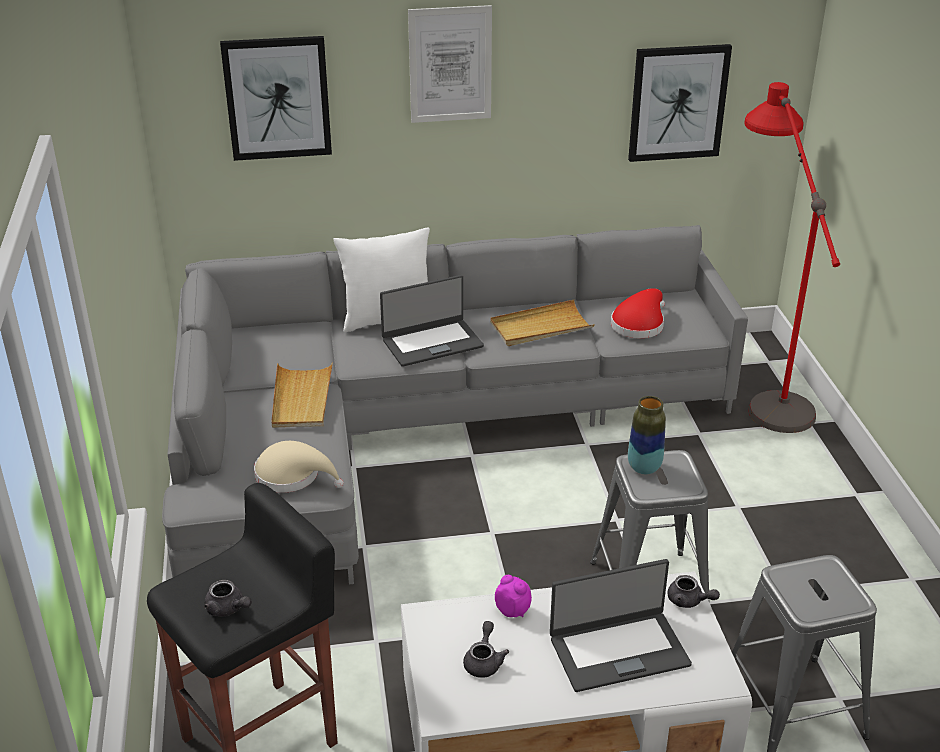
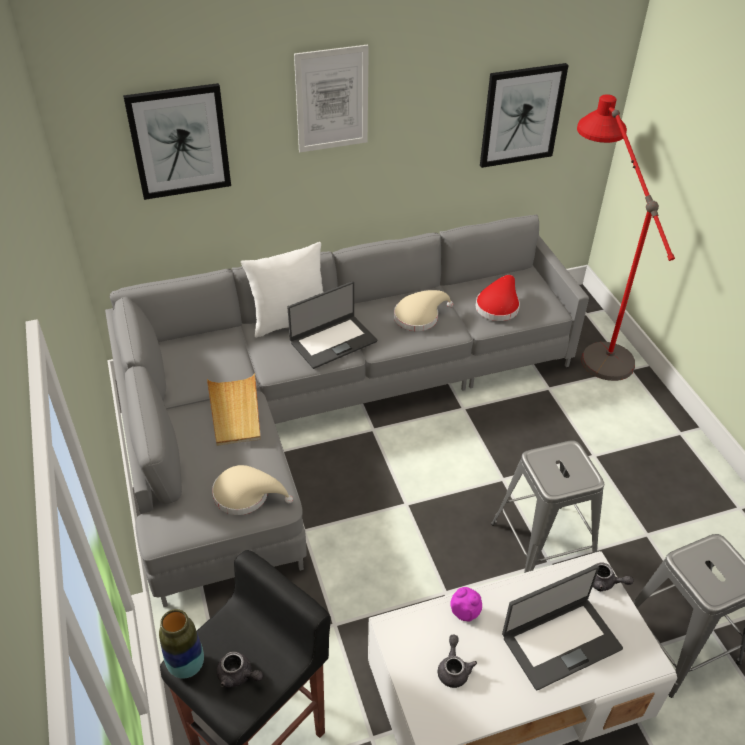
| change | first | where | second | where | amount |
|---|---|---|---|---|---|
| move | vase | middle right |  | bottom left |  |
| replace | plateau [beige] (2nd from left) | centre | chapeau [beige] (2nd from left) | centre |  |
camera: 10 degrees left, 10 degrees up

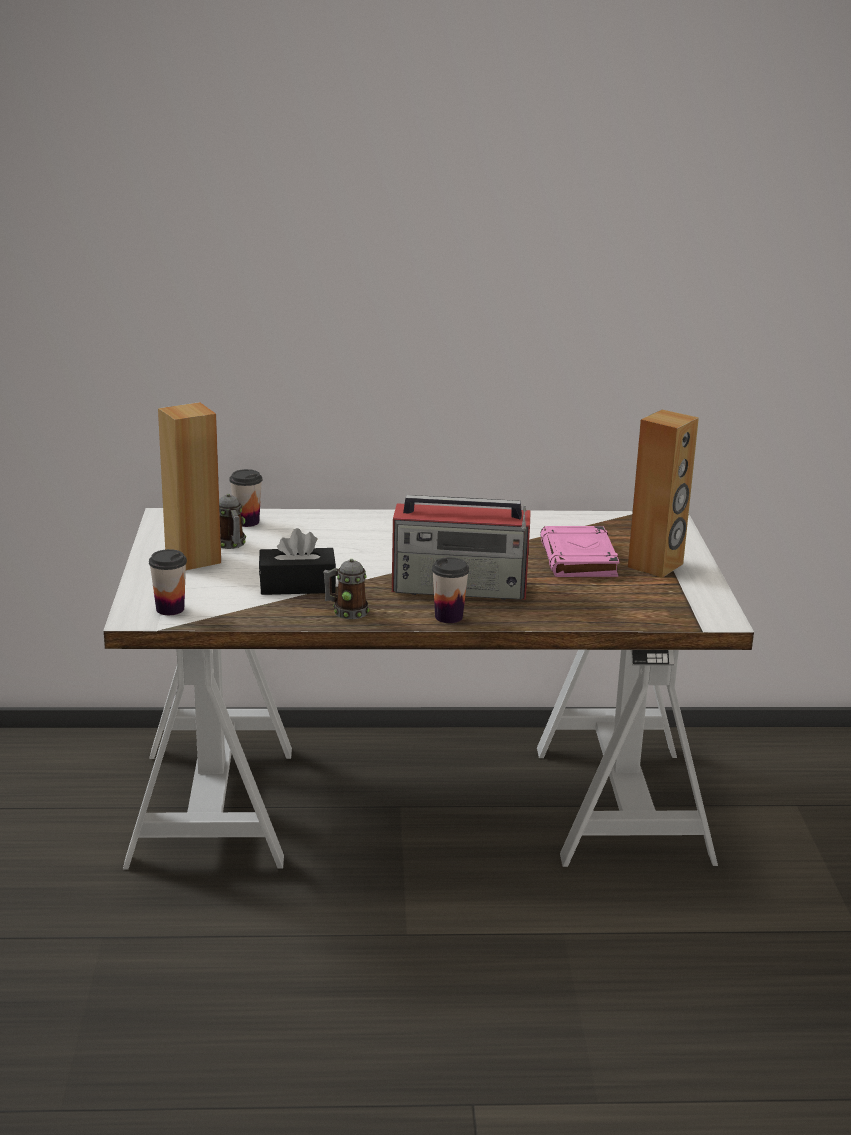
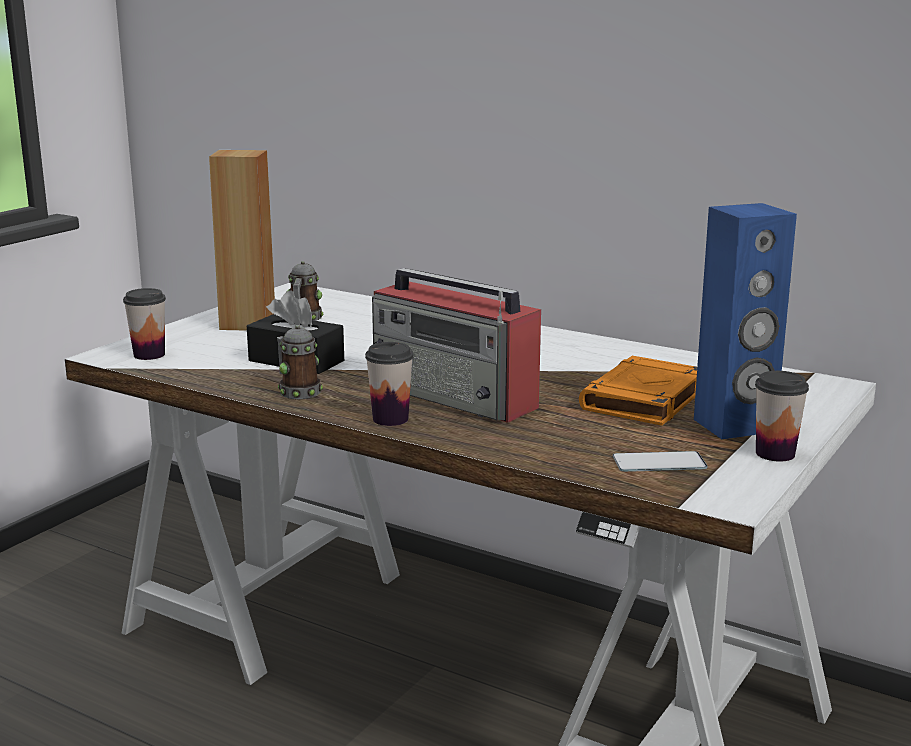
| change | first | where | second | where | amount |
|---|---|---|---|---|---|
| insert |  |  | téléphone | middle right |  |
| move | tasse (2nd from left in the first image) | middle left | tasse (3rd from left) | middle right |  |
| recolor | livre [rose] | middle right | livre [orange] | middle right |  |
| recolor | enceinte [marron] (2nd from left) | middle right | enceinte [bleu] | middle right |  |
camera: 35 degrees right, 5 degrees down

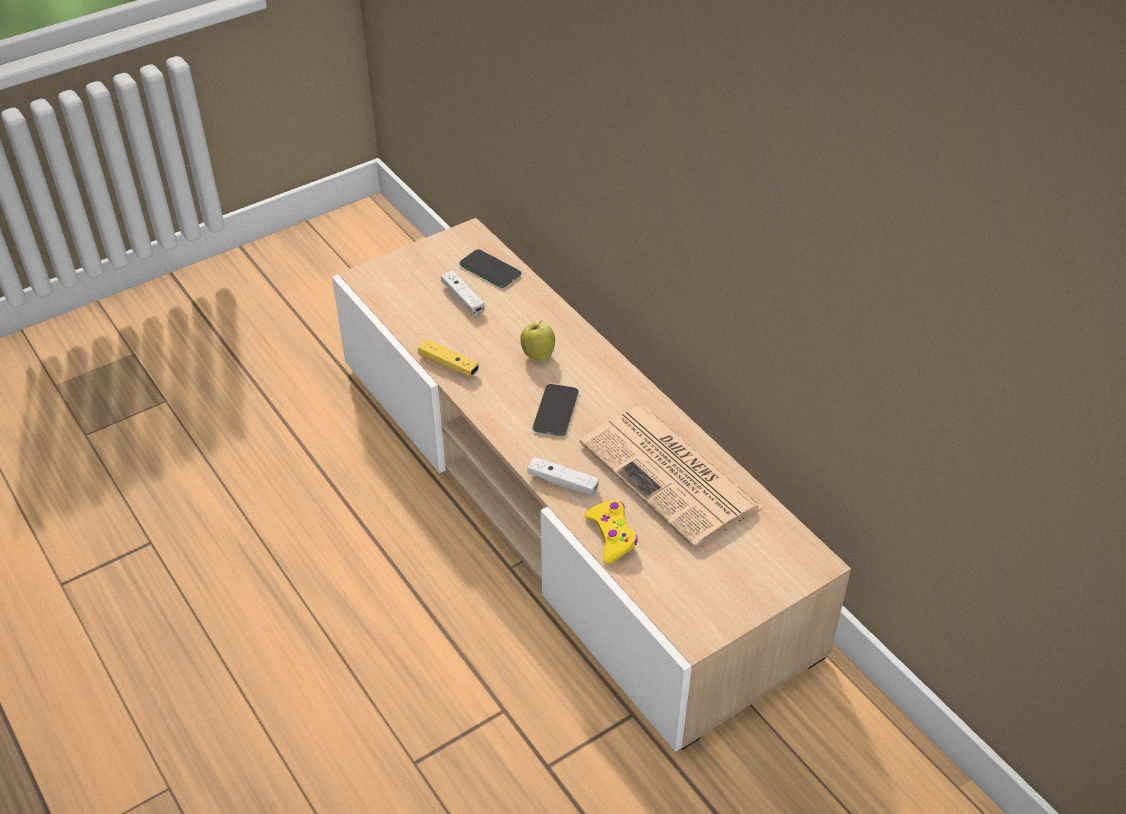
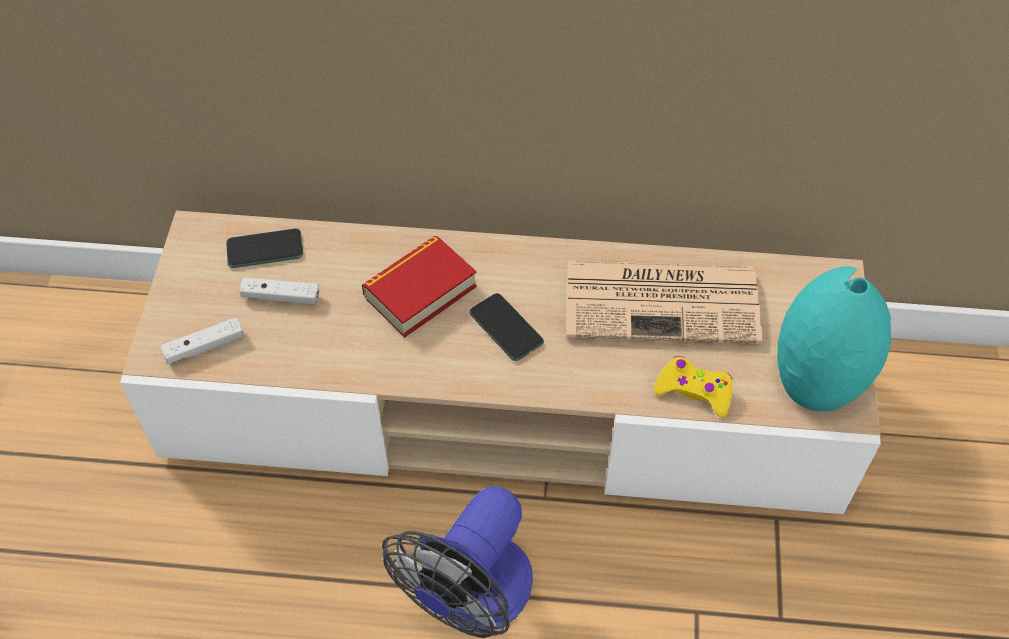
| change | first | where | second | where | amount |
|---|---|---|---|---|---|
| delete | manette [jaune] (1st from left) | centre |  |  |  |
| insert |  |  | ventilateur | bottom centre |  |
| insert |  |  | vase [turquoise] | middle right |  |
| move | manette [blanc] (2nd from left in the first image) | centre | manette [blanc] (1st from left) | middle left |  |
| replace | pomme | centre | livre | centre |  |
camera: 50 degrees left, 10 degrees up

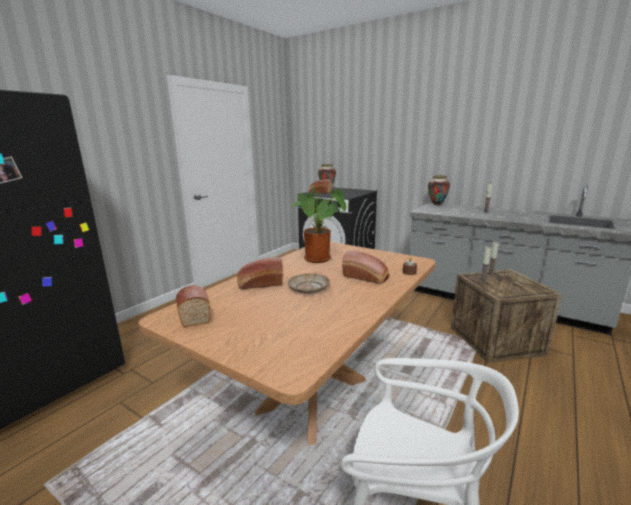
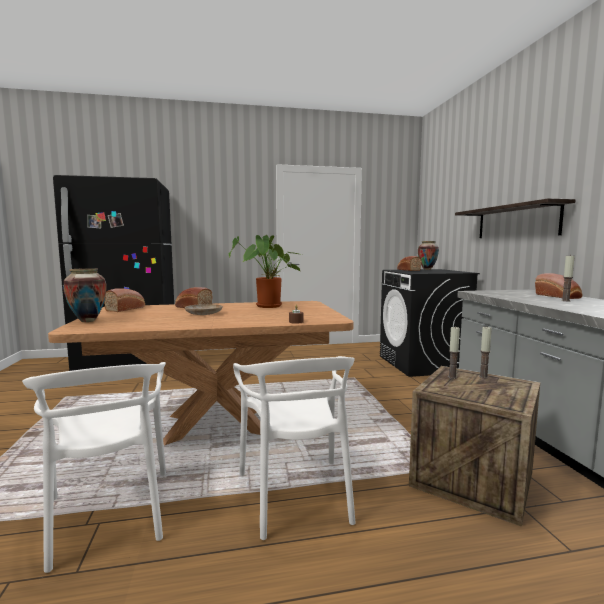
| change | first | where | second | where | amount |
|---|---|---|---|---|---|
| insert |  |  | chaise [blanc] (2nd from left) | bottom centre |  |
| insert |  |  | étagère | middle right |  |
| move | pain (4th from left) | centre |  | middle right |  |
| move | vase (2nd from left in the first image) | middle right | vase (1st from left) | middle left |  |
camera: 45 degrees right, 10 degrees down

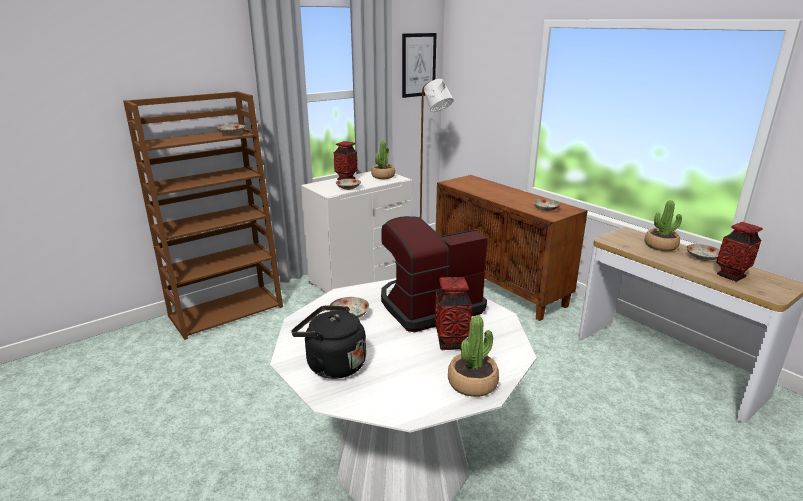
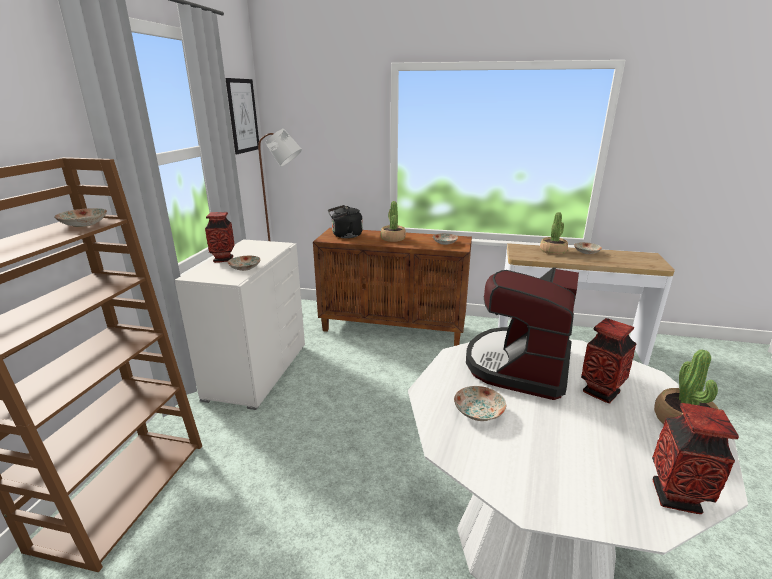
| change | first | where | second | where | amount |
|---|---|---|---|---|---|
| move | bouilloire [noir] | bottom centre |  | centre |  |
| move | plante en pot (1st from left) | top centre |  | centre |  |
| move | vase (3rd from left) | middle right |  | bottom right |  |
camera: 40 degrees left, 0 degrees up

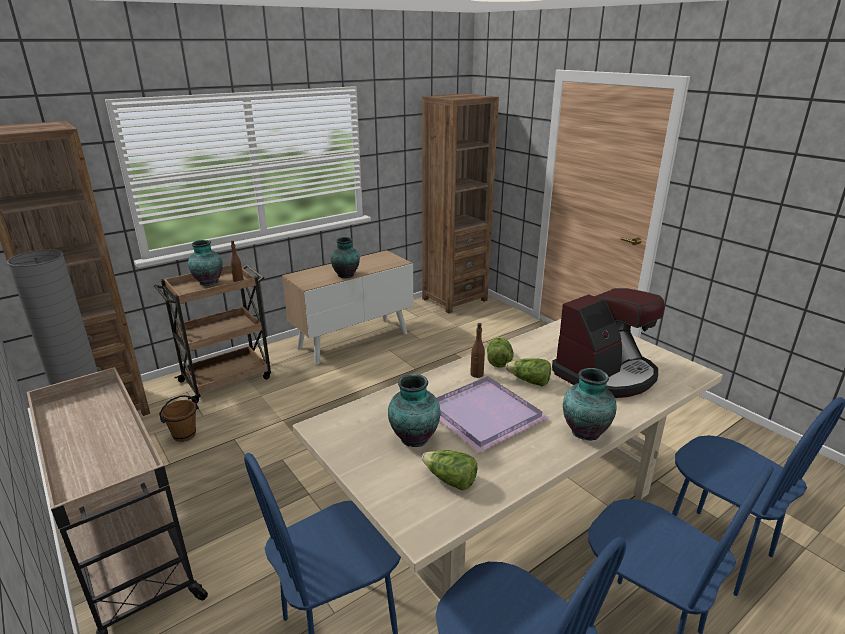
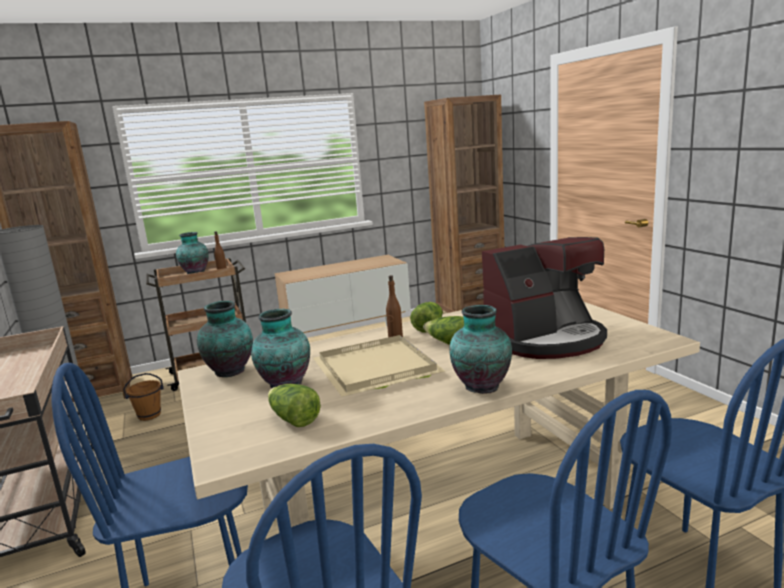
| change | first | where | second | where | amount |
|---|---|---|---|---|---|
| move | vase (2nd from left) | centre |  | middle left |  |
| recolor | plateau [violet] | centre | plateau [beige] | centre |  |
camera: 15 degrees right, 10 degrees down

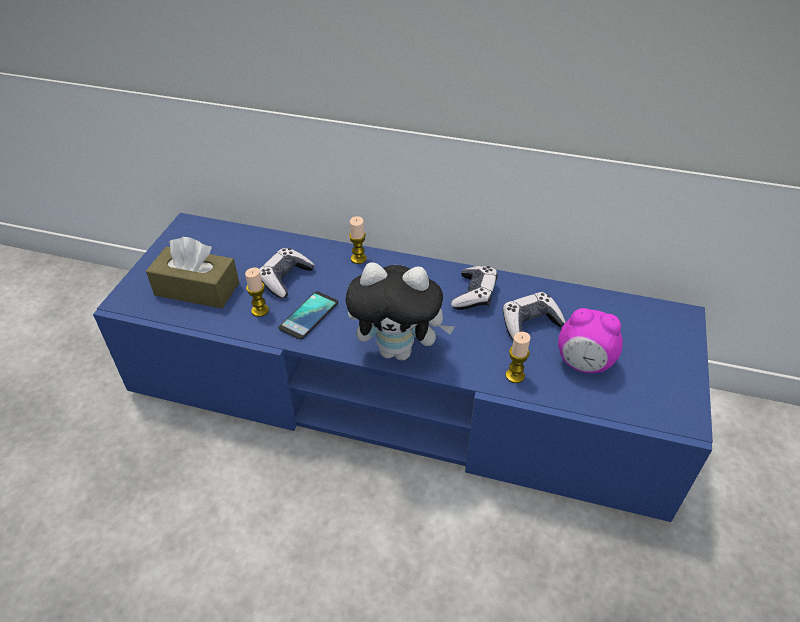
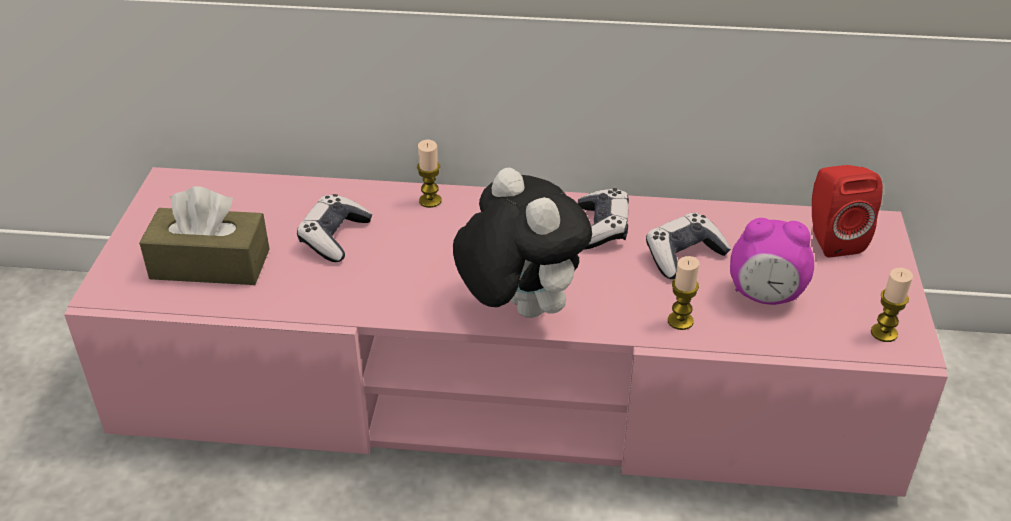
| change | first | where | second | where | amount |
|---|---|---|---|---|---|
| delete | téléphone | centre |  |  |  |
| insert |  |  | enceinte [rouge] | middle right |  |
| move | bougie (1st from left in the first image) | middle left | bougie (3rd from left) | middle right |  |
| recolor | meuble télé [bleu] | centre | meuble télé [rose] | centre |  |
| rotate | peluche | centre |  | centre | 120 degrees counterclockwise |
camera: 10 degrees left, 5 degrees down

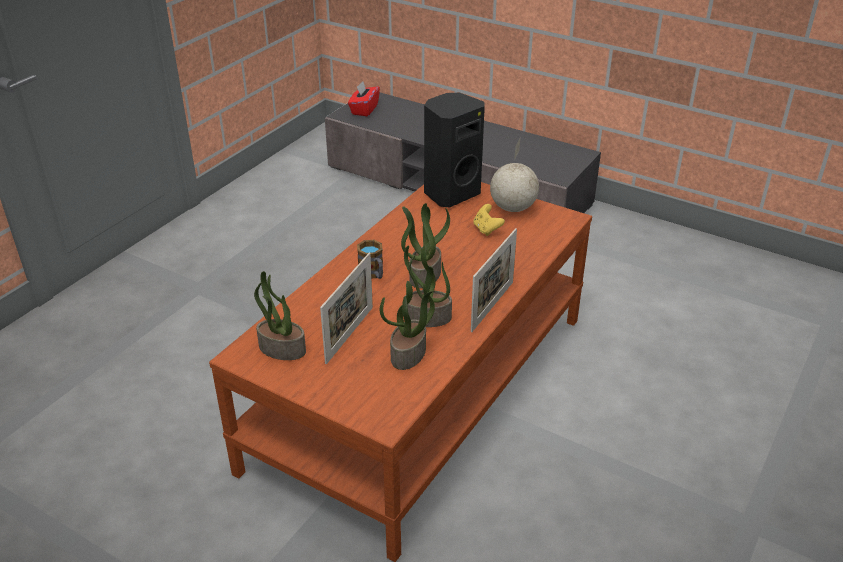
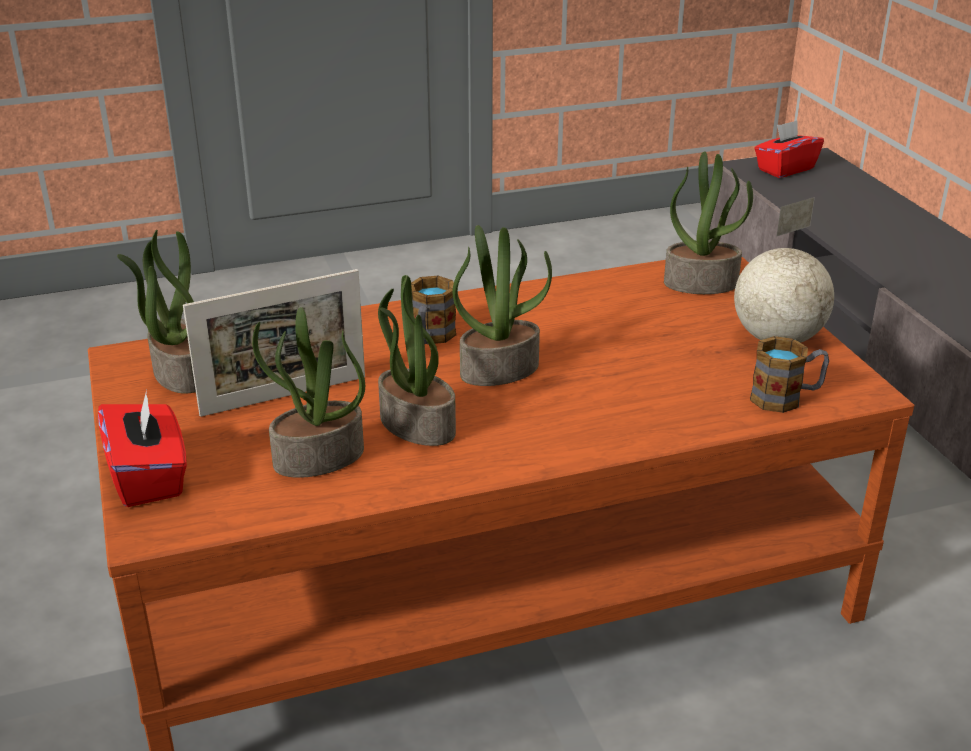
| change | first | where | second | where | amount |
|---|---|---|---|---|---|
| delete | cadre photo (2nd from left) | centre |  |  |  |
| delete | manette [jaune] | centre |  |  |  |
| insert |  |  | boîte à mouchoirs [rouge] (1st from left) | middle left |  |
| insert |  |  | mug (2nd from left) | middle right |  |
| replace | enceinte [noir] | top centre | plante en pot (5th from left) | top right |  |
camera: 40 degrees right, 5 degrees down

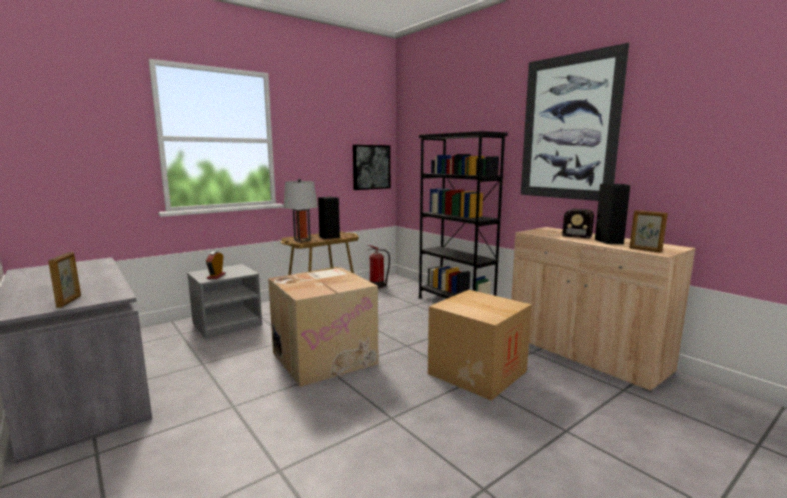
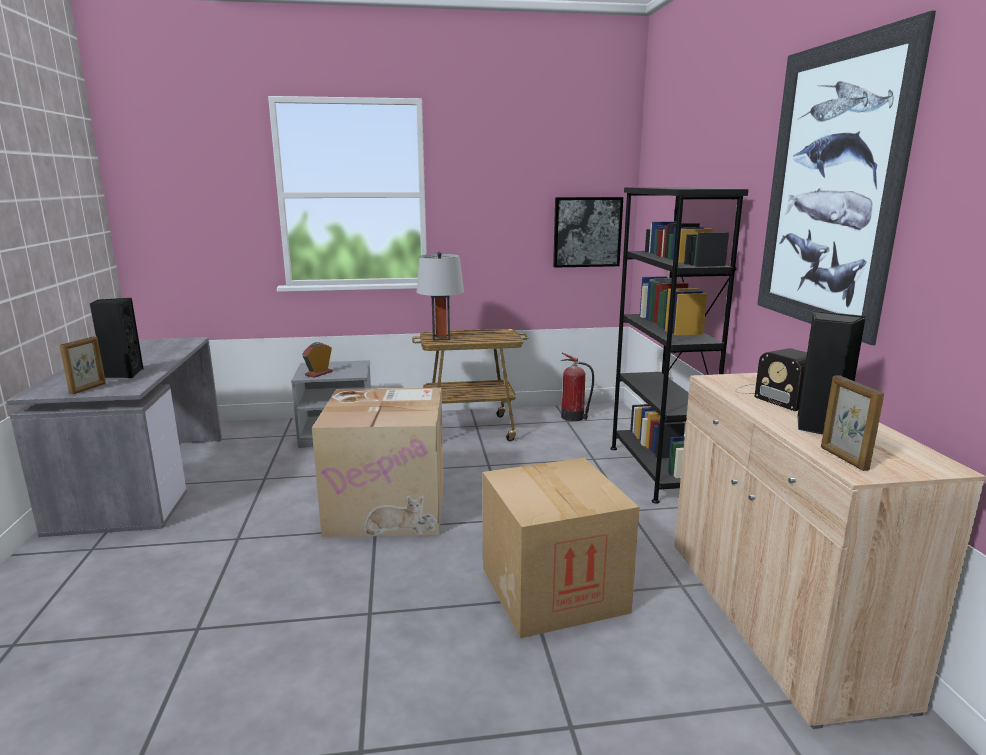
| change | first | where | second | where | amount |
|---|---|---|---|---|---|
| move | enceinte [noir] (1st from left) | centre |  | middle left |  |
camera: 30 degrees right, 5 degrees up

